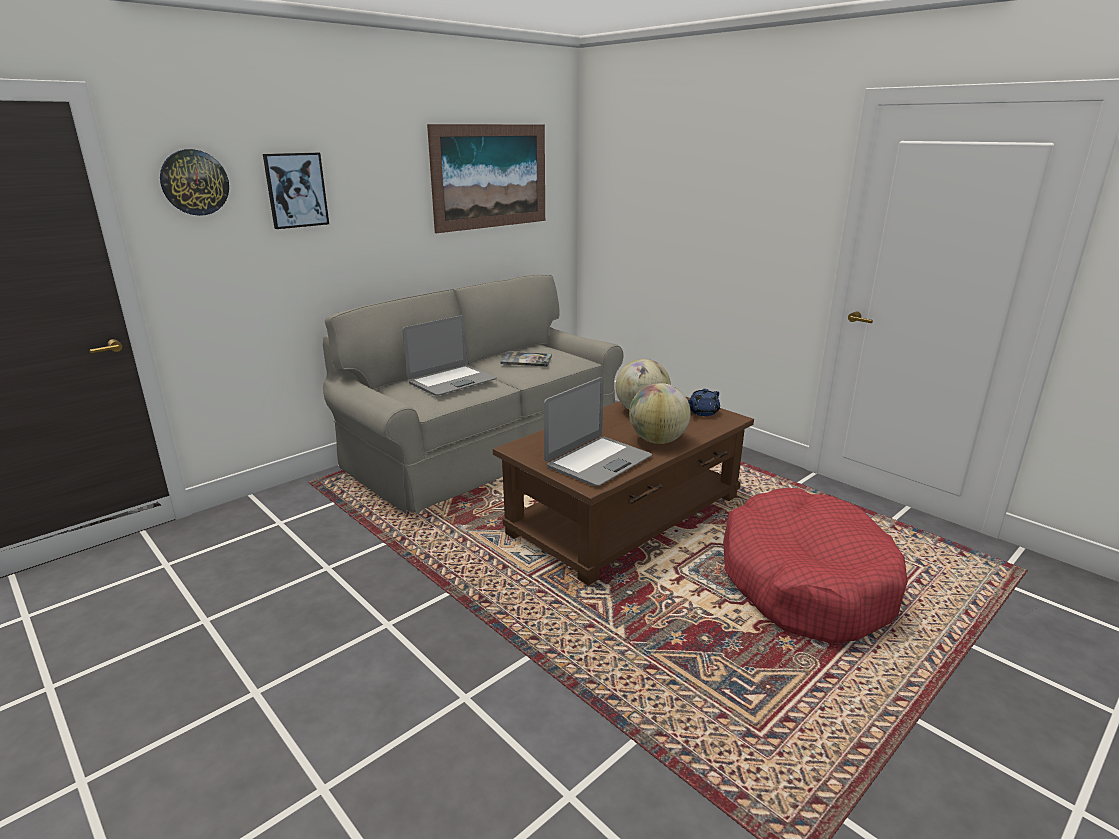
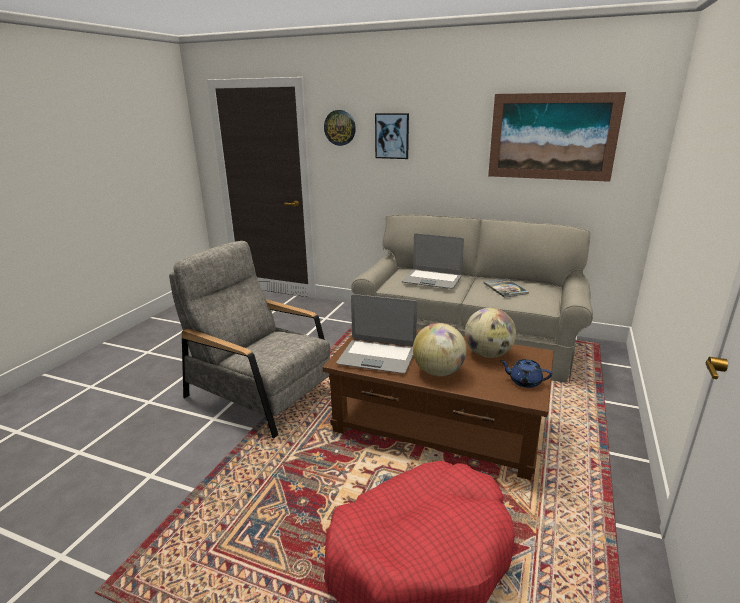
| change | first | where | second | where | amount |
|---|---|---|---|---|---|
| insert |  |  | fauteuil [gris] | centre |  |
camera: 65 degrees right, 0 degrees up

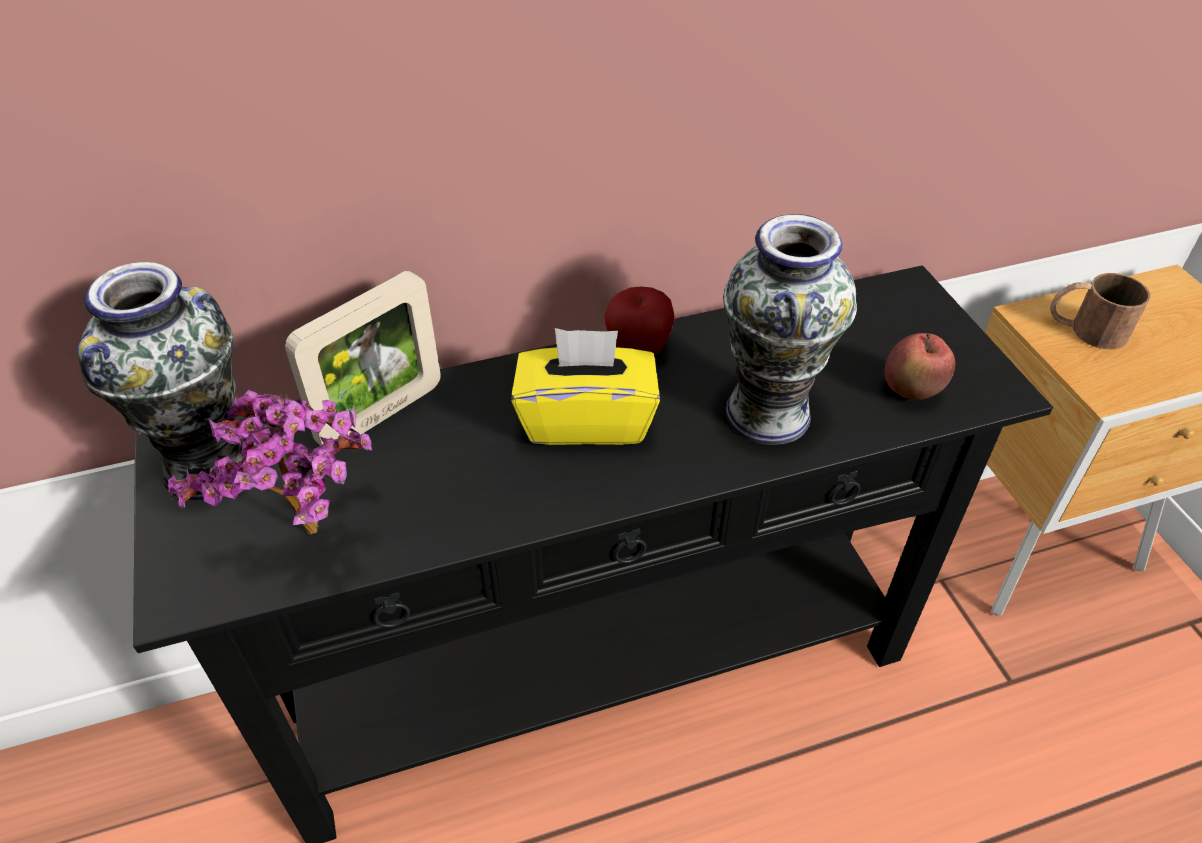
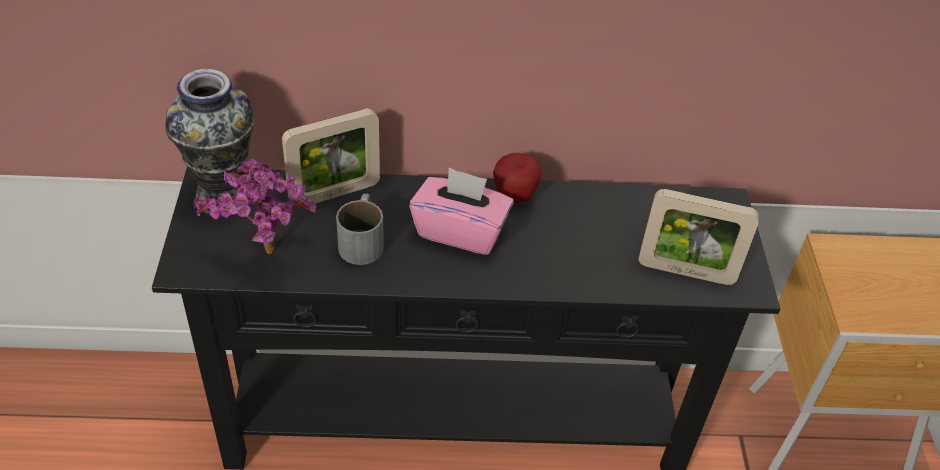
| change | first | where | second | where | amount |
|---|---|---|---|---|---|
| delete | vase (2nd from left) | centre |  |  |  |
| delete | mug [marron] | middle right |  |  |  |
| insert |  |  | mug [gris] | centre |  |
| replace | pomme (2nd from left) | middle right | cadre photo (2nd from left) | middle right |  |
| recolor | boîte à mouchoirs [jaune] | centre | boîte à mouchoirs [rose] | centre |  |
camera: 15 degrees right, 0 degrees up

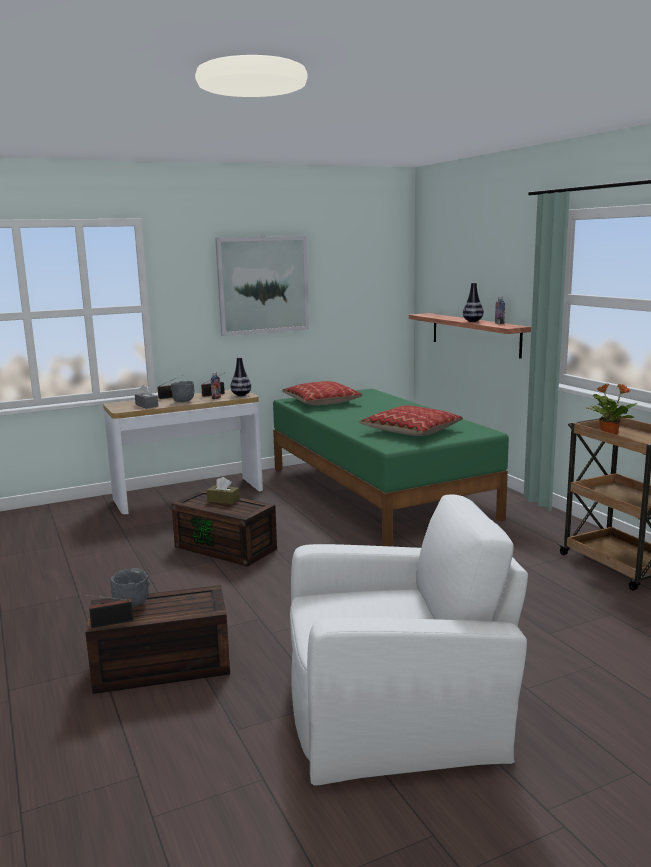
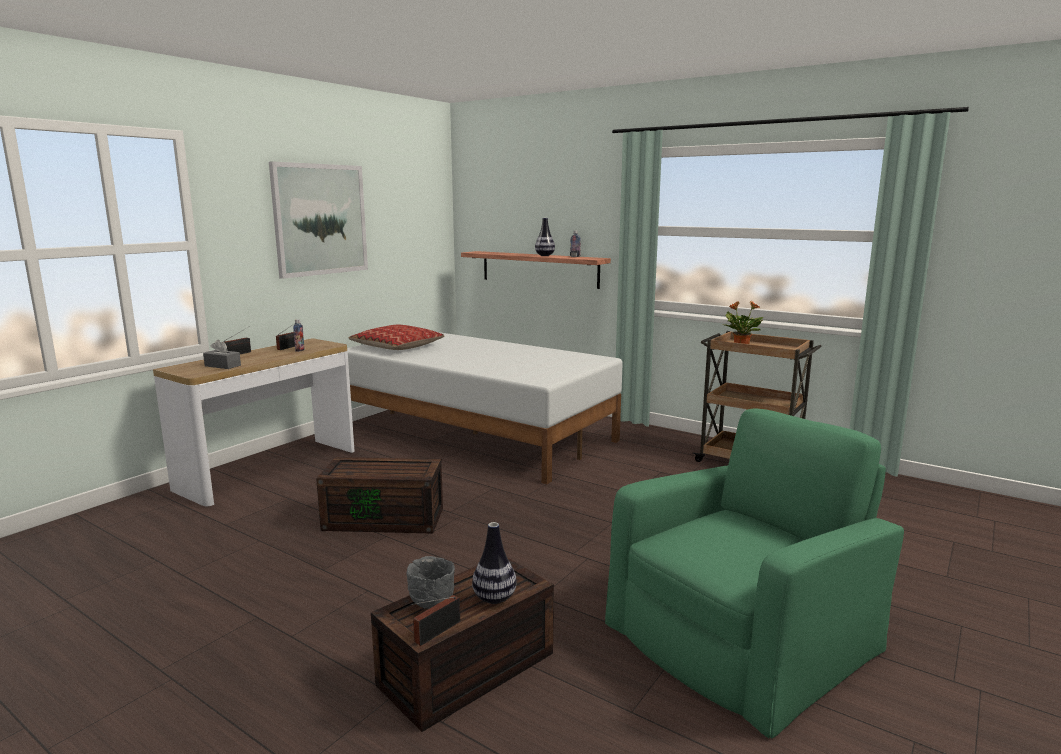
| change | first | where | second | where | amount |
|---|---|---|---|---|---|
| delete | bol [gris] (2nd from left) | middle left |  |  |  |
| delete | boîte à mouchoirs [marron] | centre |  |  |  |
| delete | coussin (2nd from left) | centre |  |  |  |
| move | vase (1st from left) | centre |  | bottom centre |  |
| recolor | lit [vert] | centre | lit [blanc] | centre |  |
| recolor | fauteuil [blanc] | bottom centre | fauteuil [vert] | bottom right |  |
camera: 30 degrees left, 0 degrees up

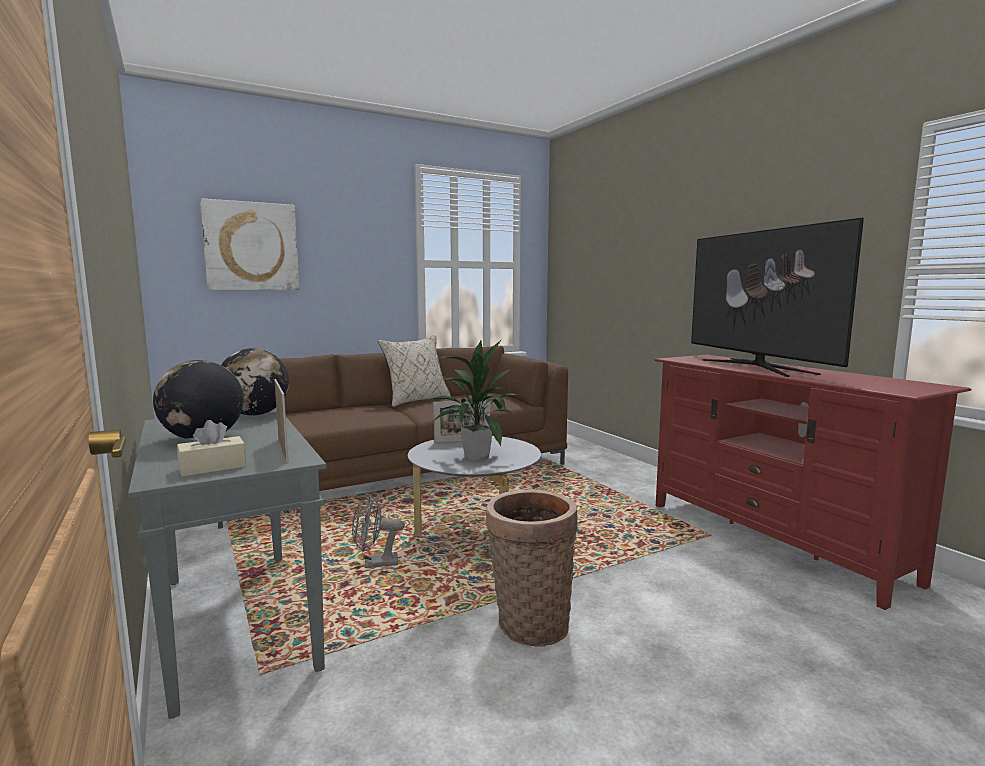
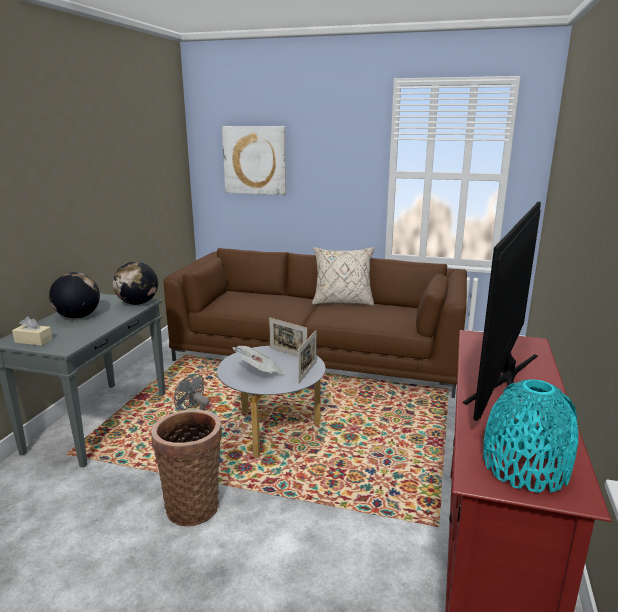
| change | first | where | second | where | amount |
|---|---|---|---|---|---|
| insert |  |  | vase [turquoise] | bottom right |  |
| move | cadre photo (1st from left in the first image) | middle left | cadre photo (2nd from left) | centre |  |
| replace | plante en pot | centre | journal | centre |  |
camera: 45 degrees right, 10 degrees up

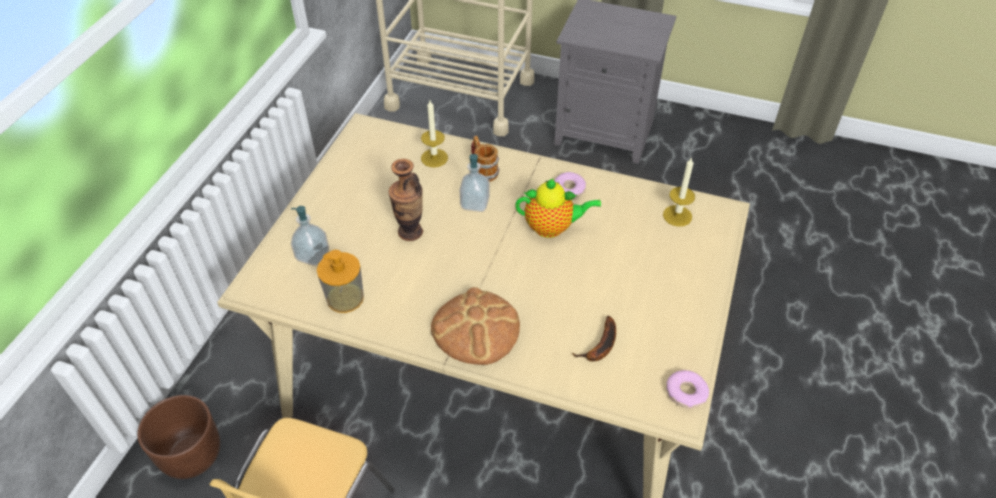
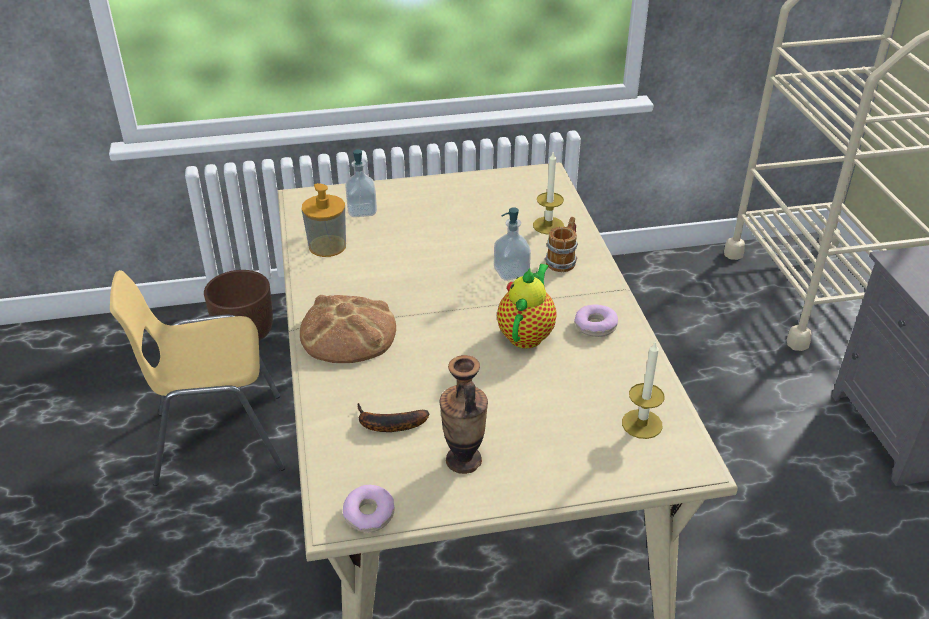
| change | first | where | second | where | amount |
|---|---|---|---|---|---|
| move | vase | centre |  | bottom centre |  |
| rotate | théière | centre |  | centre | 135 degrees counterclockwise |
camera: 60 degrees right, 10 degrees down

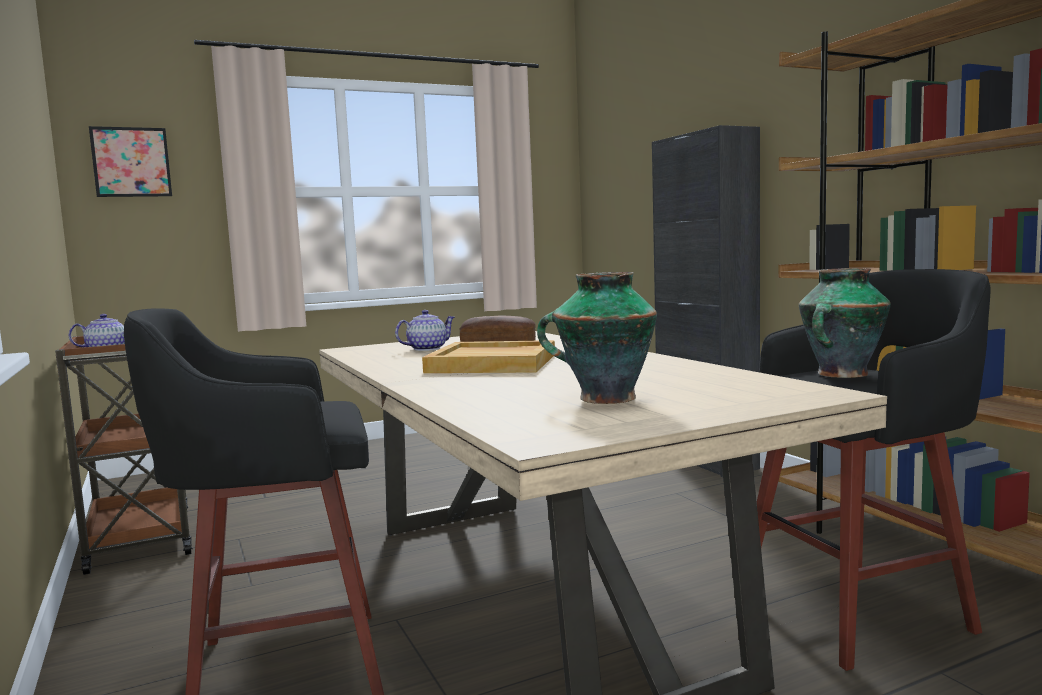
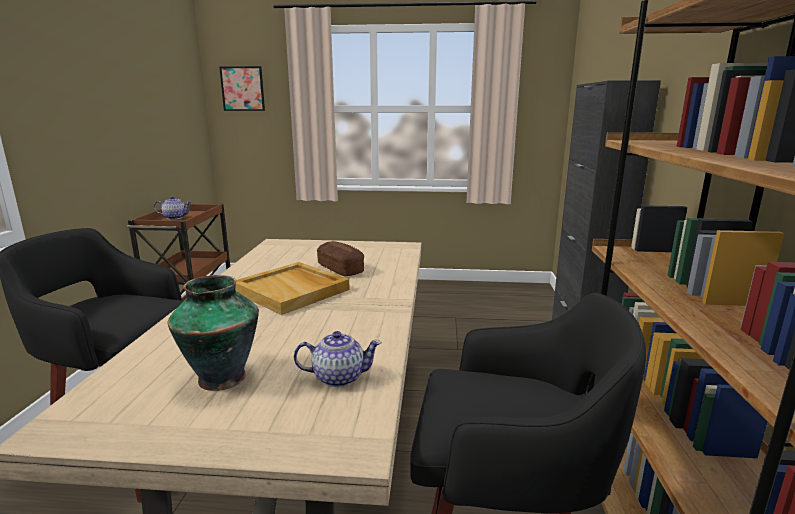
| change | first | where | second | where | amount |
|---|---|---|---|---|---|
| delete | vase (2nd from left) | middle right |  |  |  |
| move | théière (2nd from left) | centre |  | bottom centre |  |
camera: 30 degrees right, 10 degrees up

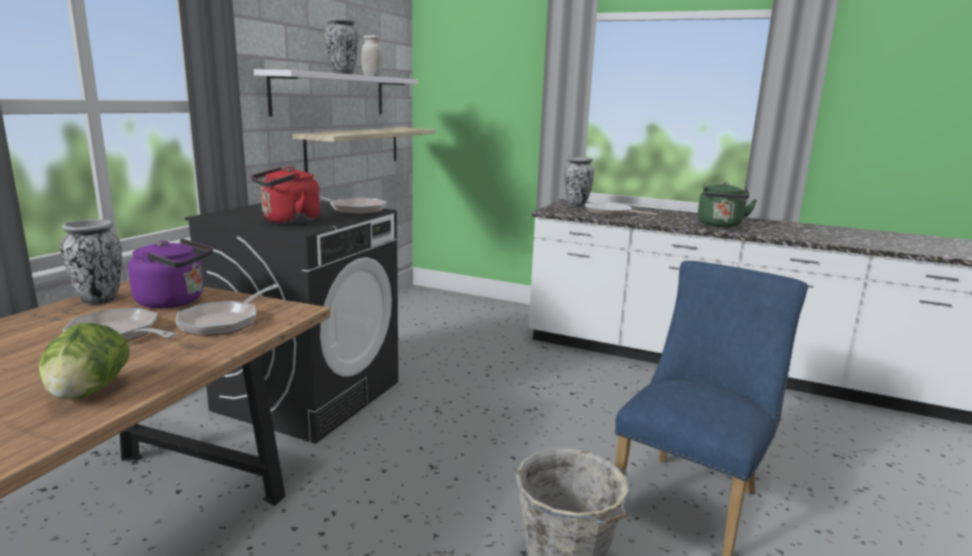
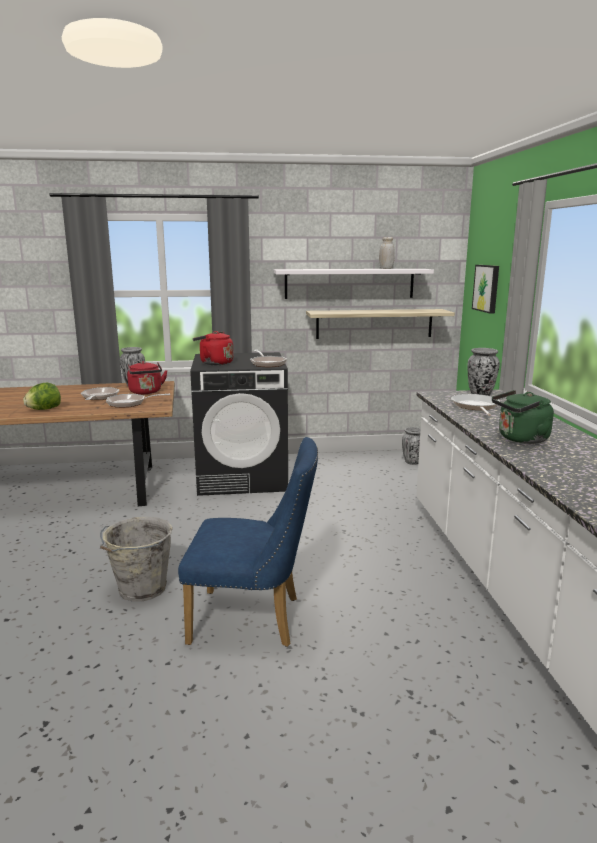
| change | first | where | second | where | amount |
|---|---|---|---|---|---|
| insert |  |  | tableau | middle right |  |
| move | vase (2nd from left) | top centre |  | middle right |  |
| recolor | bouilloire [violet] | middle left | bouilloire [rouge] (1st from left) | middle left |  |
camera: 60 degrees right, 0 degrees up

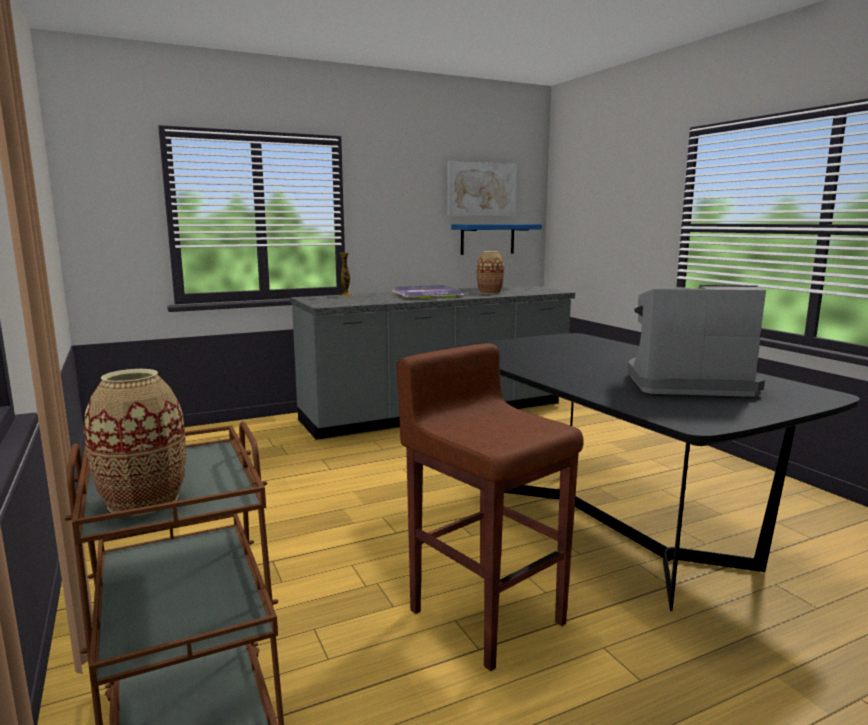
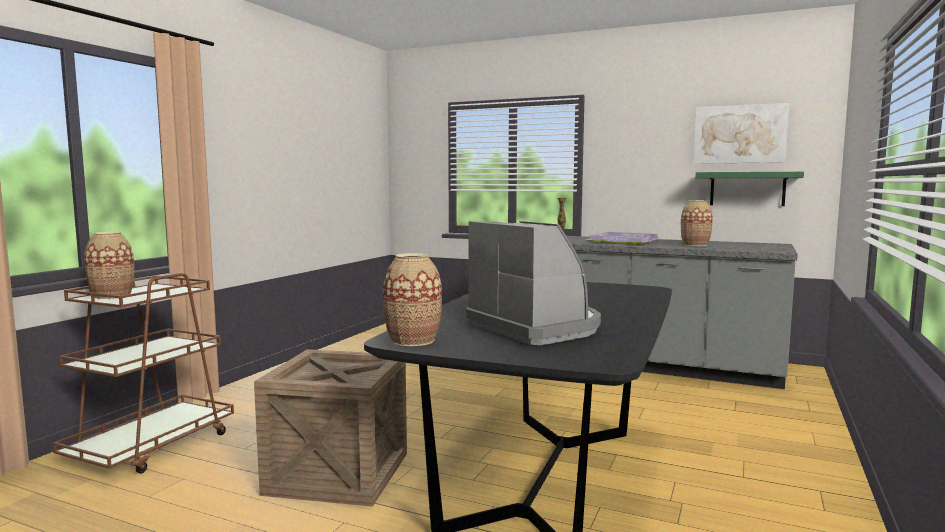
| change | first | where | second | where | amount |
|---|---|---|---|---|---|
| insert |  |  | vase (2nd from left) | centre |  |
| replace | tabouret [marron] | bottom centre | caisse | bottom centre |  |
| recolor | étagère [bleu] | top centre | étagère [vert] | middle right |  |
camera: 50 degrees right, 5 degrees down

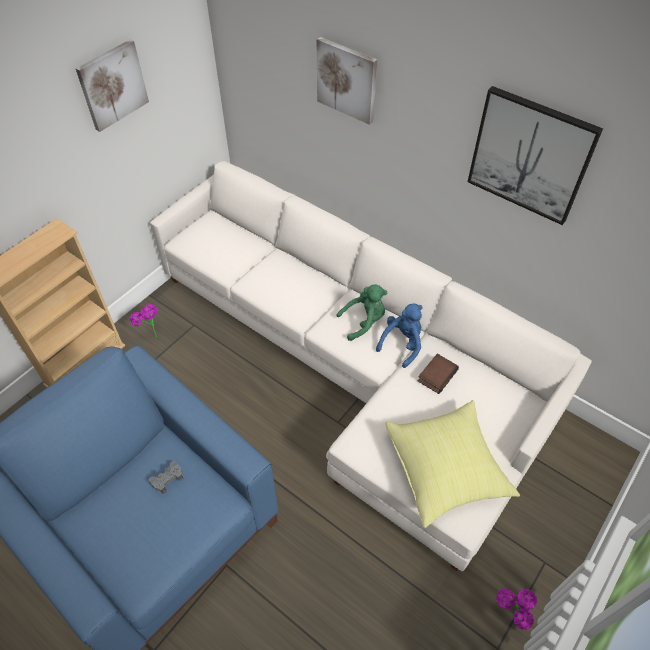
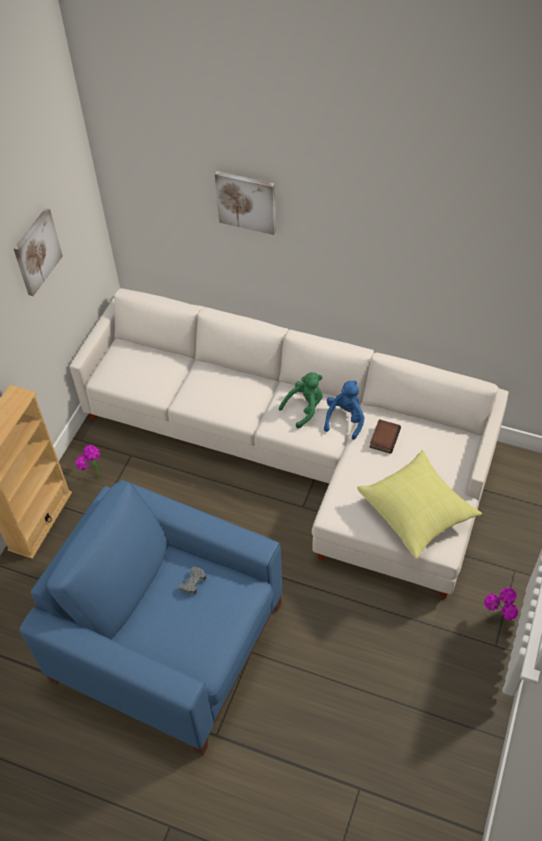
| change | first | where | second | where | amount |
|---|---|---|---|---|---|
| delete | tableau (3rd from left) | top right |  |  |  |
camera: 15 degrees left, 0 degrees up

